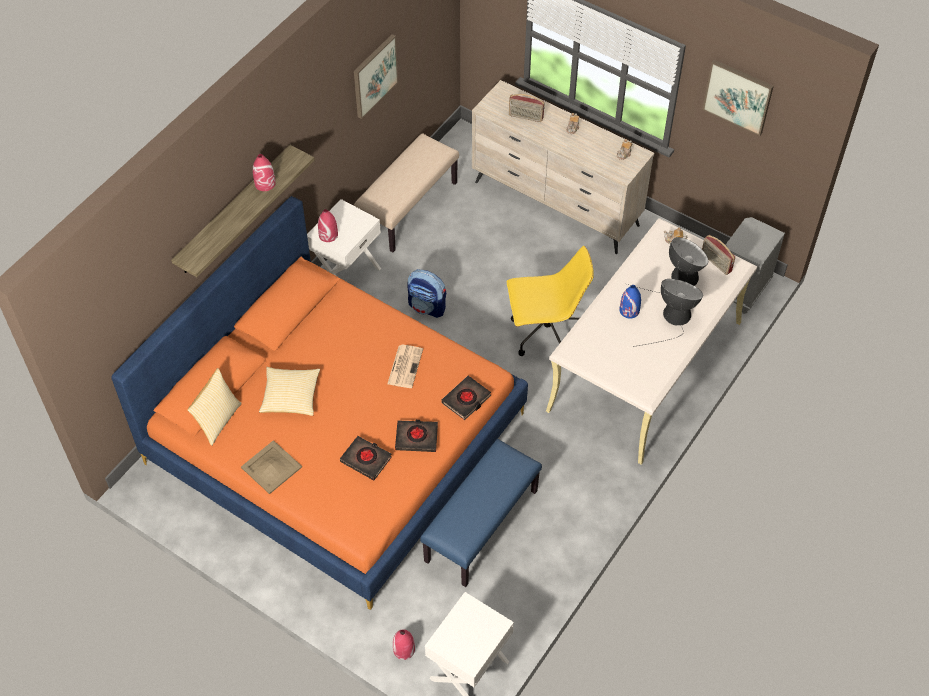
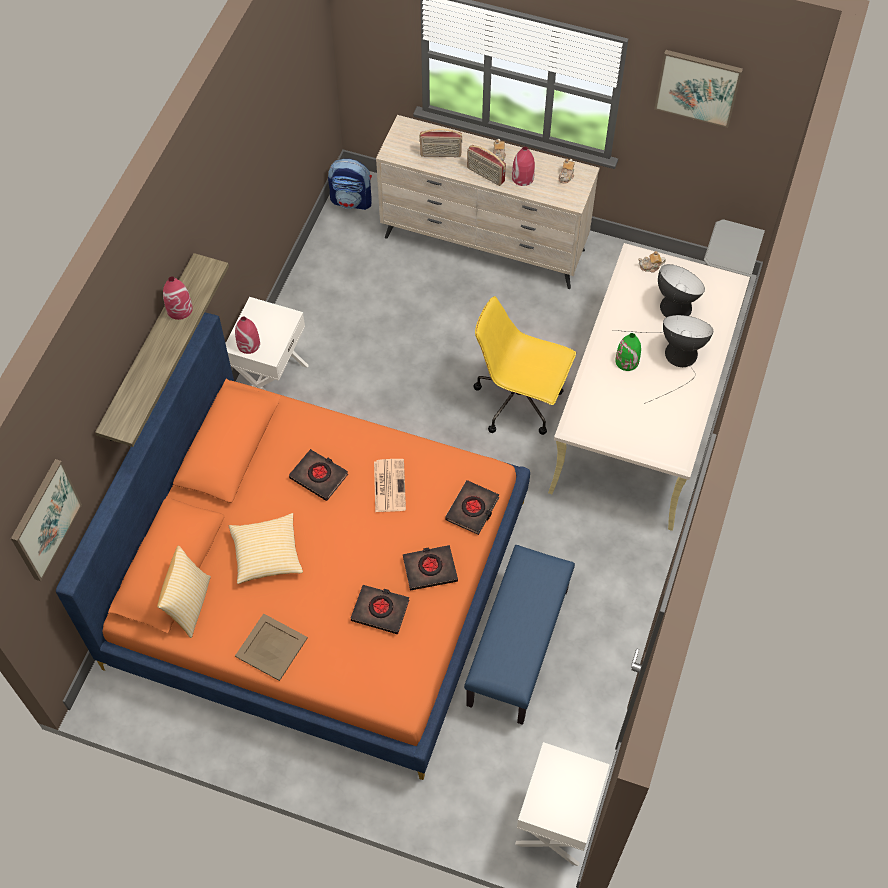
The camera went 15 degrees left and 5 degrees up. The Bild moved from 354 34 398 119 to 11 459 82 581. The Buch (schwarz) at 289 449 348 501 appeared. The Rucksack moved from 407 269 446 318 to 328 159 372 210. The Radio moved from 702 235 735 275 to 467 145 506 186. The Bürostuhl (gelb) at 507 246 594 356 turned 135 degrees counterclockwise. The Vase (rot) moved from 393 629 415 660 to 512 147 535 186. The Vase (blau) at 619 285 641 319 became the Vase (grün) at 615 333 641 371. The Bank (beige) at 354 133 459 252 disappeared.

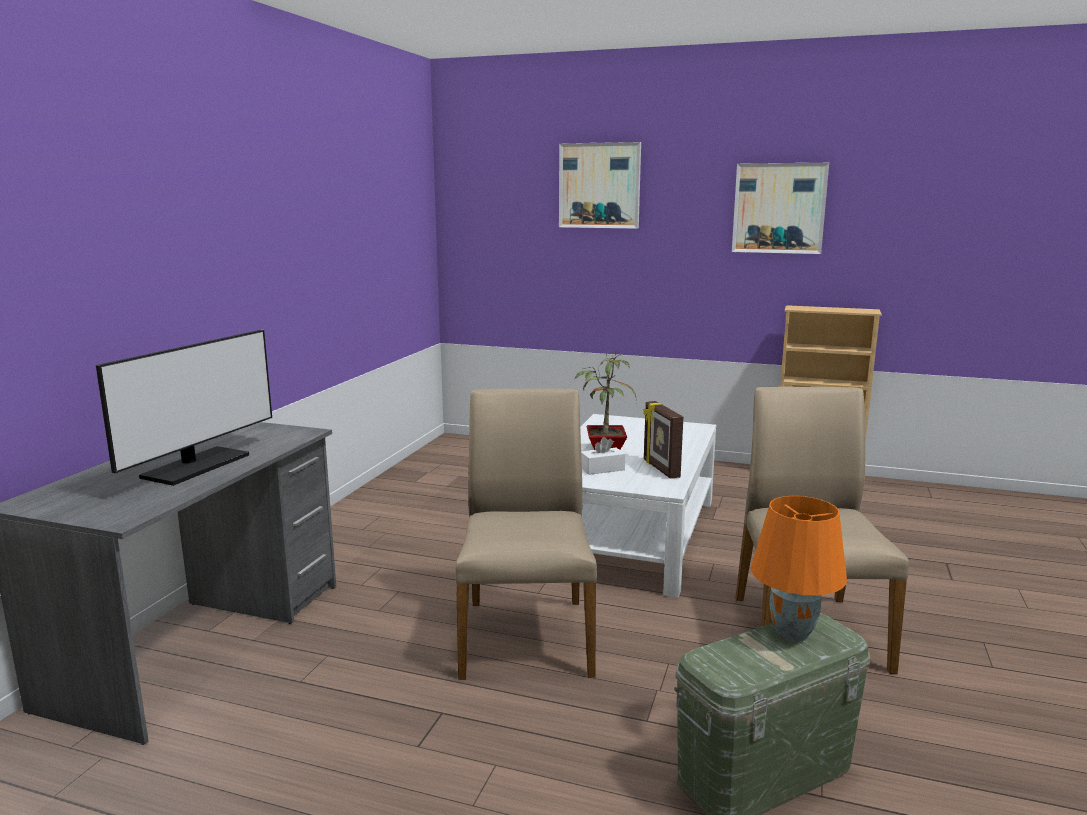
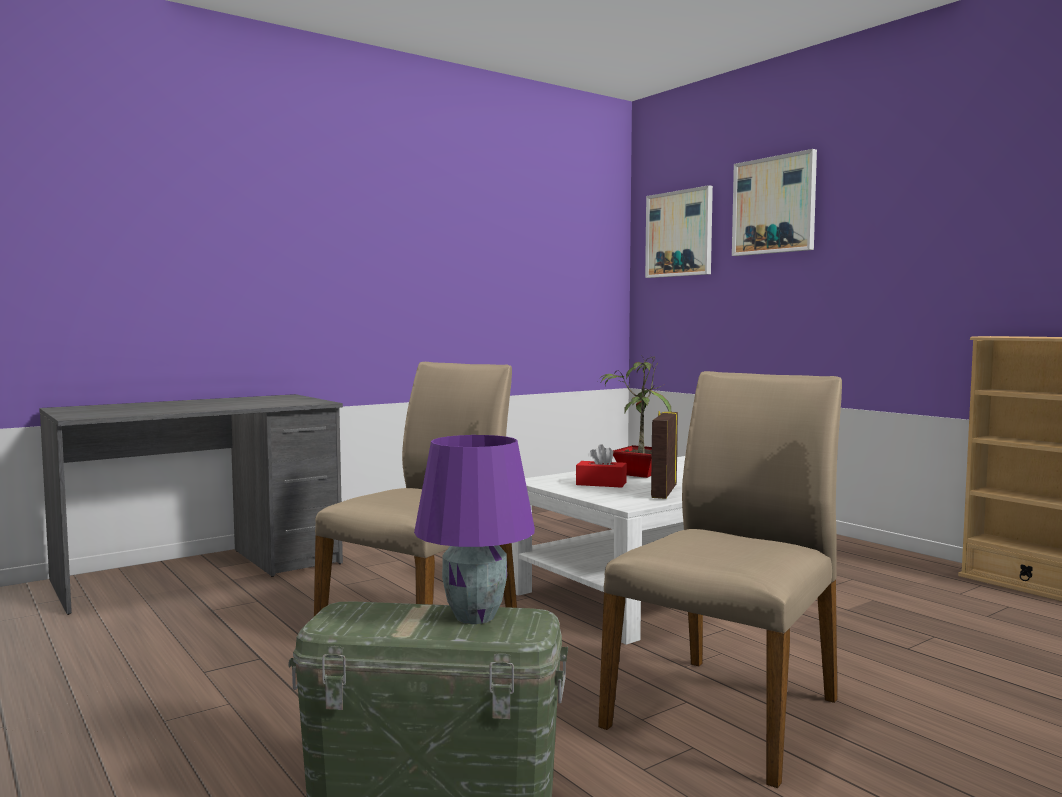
The camera went 35 degrees right and 10 degrees down. The Tischlampe (orange) at 750 496 847 642 became the Tischlampe (lila) at 414 435 535 624. The Taschentuchbox (weiß) at 581 437 625 475 became the Taschentuchbox (rot) at 576 444 627 488. The Bild moved from 732 163 829 254 to 645 185 713 278. The Monitor at 96 330 272 486 disappeared.

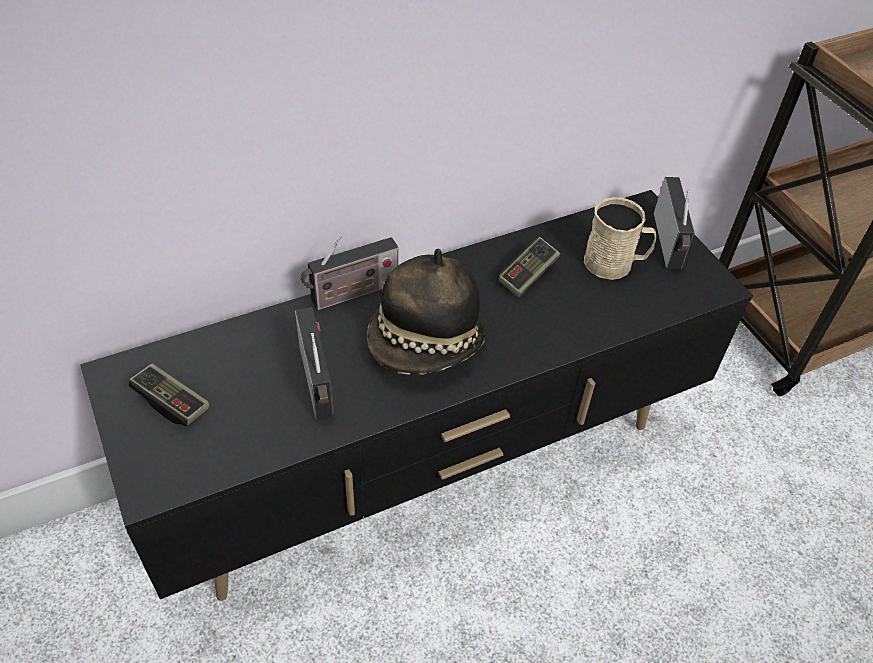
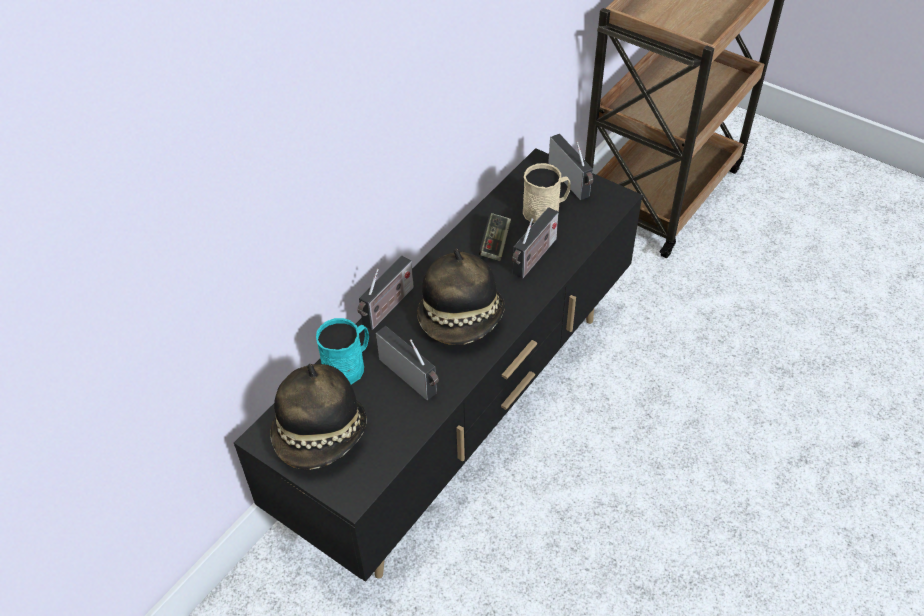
The camera went 25 degrees left and 0 degrees up. The Gamepad at 128 363 209 426 was replaced by the Hut at 270 364 367 470. The Henkelbecher (türkis) at 316 318 369 385 appeared. The Radio at 512 207 559 279 appeared.

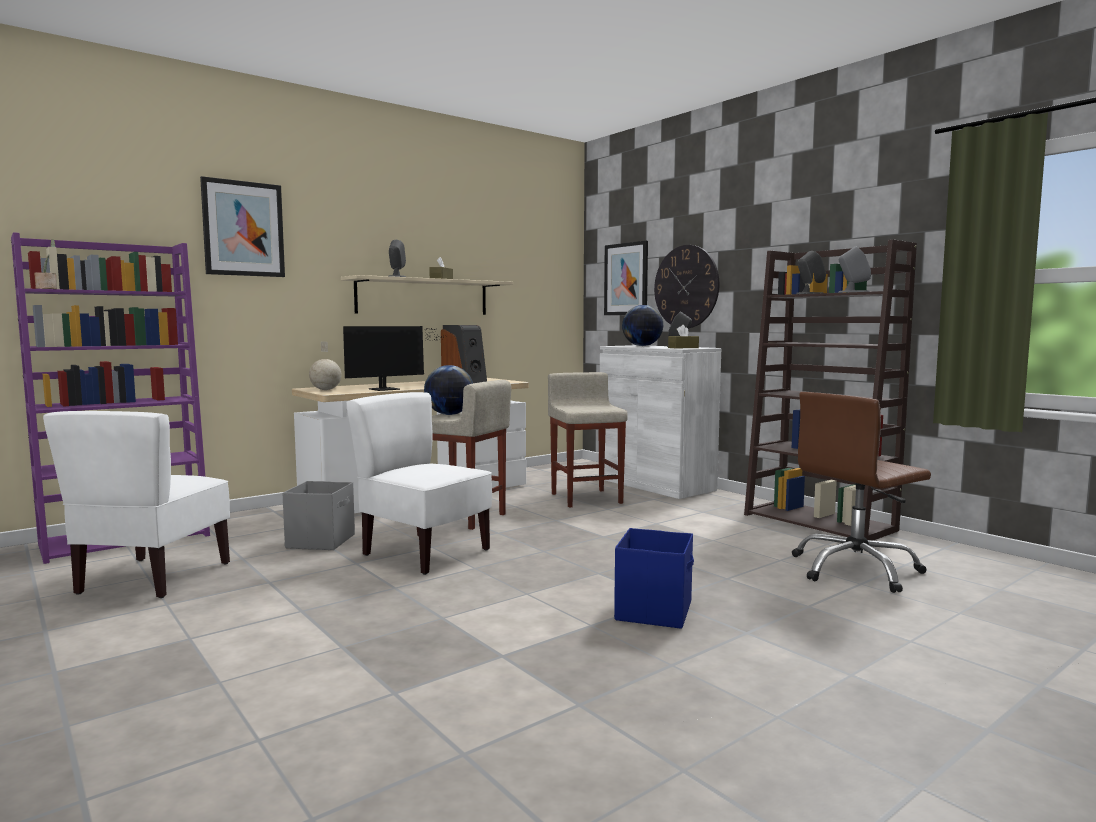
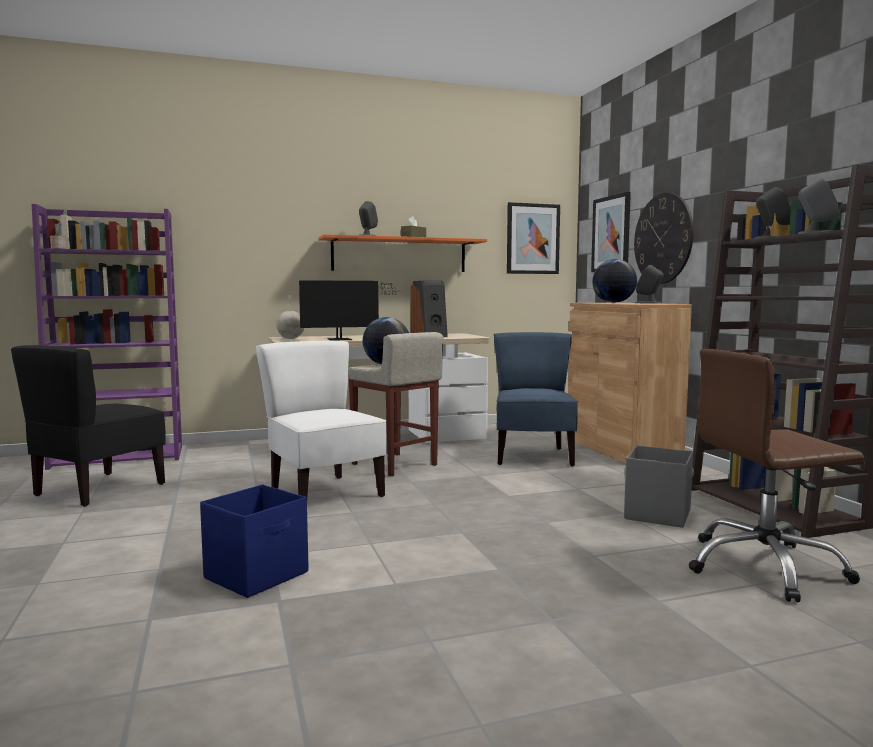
The camera went 20 degrees right and 0 degrees up. The Stuhl (weiß) at 43 411 230 598 became the Stuhl (schwarz) at 11 345 166 507. The Aufbewahrungsbox (blau) moved from 614 528 694 629 to 200 485 309 598. The Wandregal (beige) at 341 275 514 315 became the Wandregal (orange) at 318 234 487 272. The Hocker (beige) at 548 372 628 508 was replaced by the Stuhl (blau) at 494 332 578 467. The Bild moved from 200 176 285 277 to 507 202 560 274. The Schrank (weiß) at 600 345 721 499 became the Schrank (braun) at 568 303 692 464. The Aufbewahrungsbox (grau) moved from 282 481 355 550 to 624 445 694 528. The Taschentuchbox (braun) at 668 325 699 348 disappeared.

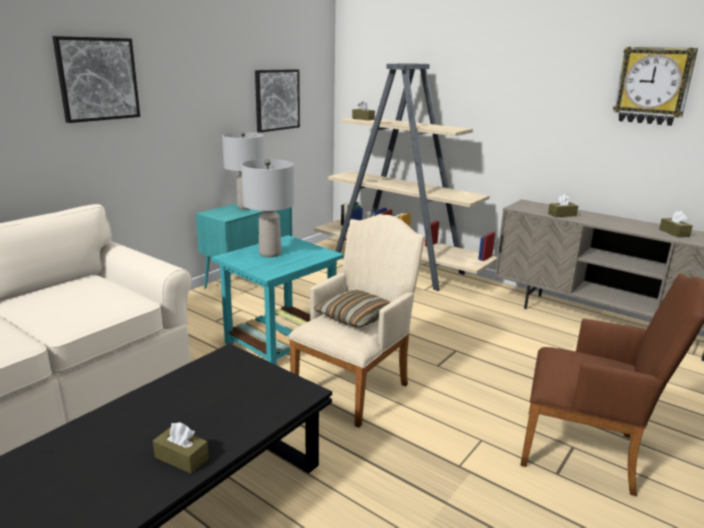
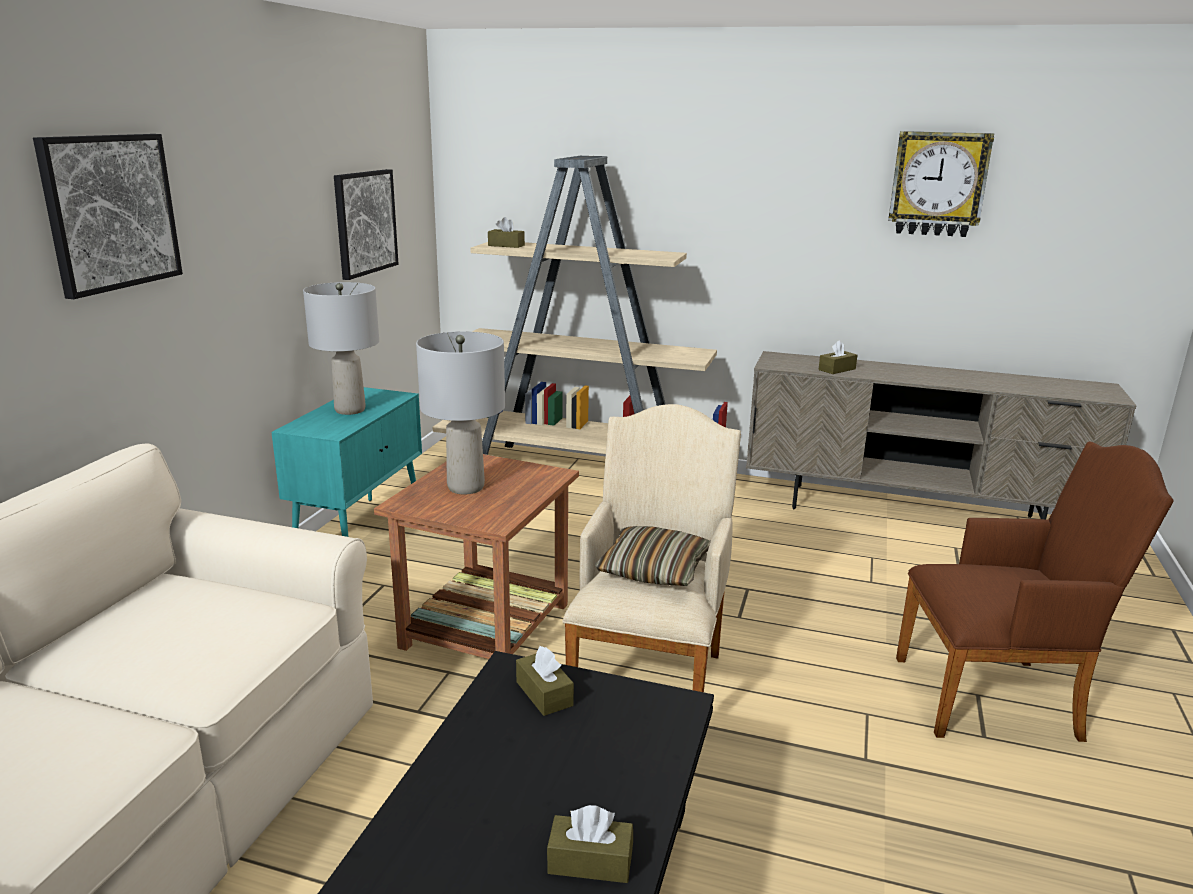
The camera went 20 degrees left and 0 degrees up. The Beistelltisch (türkis) at 211 235 344 365 became the Beistelltisch (braun) at 374 454 579 659. The Taschentuchbox (braun) moved from 659 211 693 237 to 516 646 574 716.

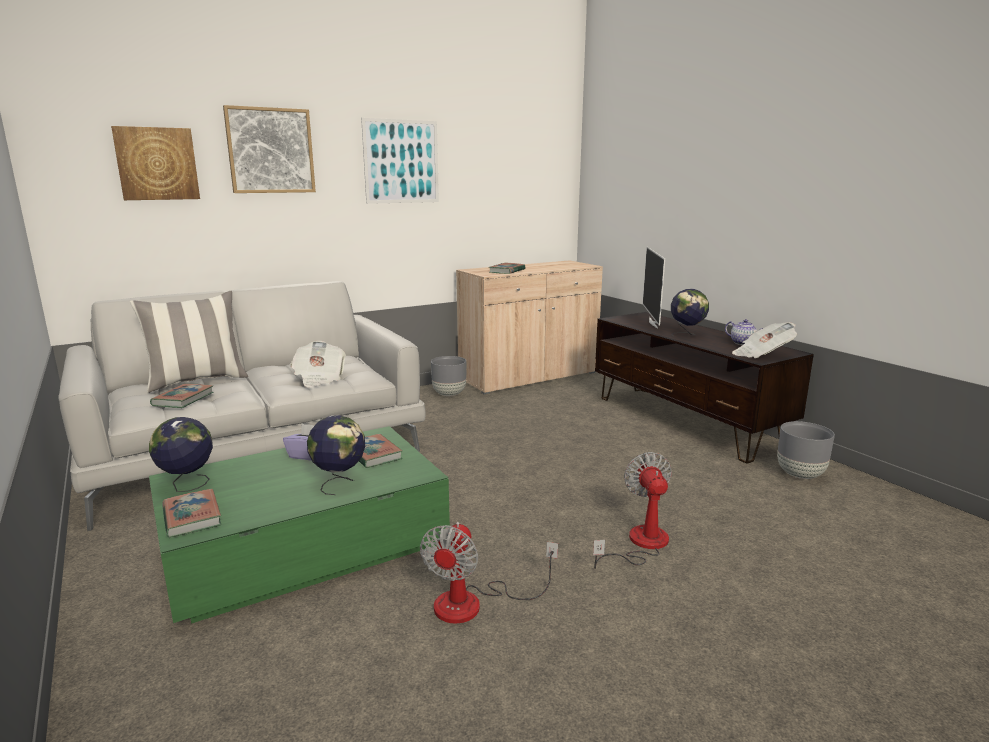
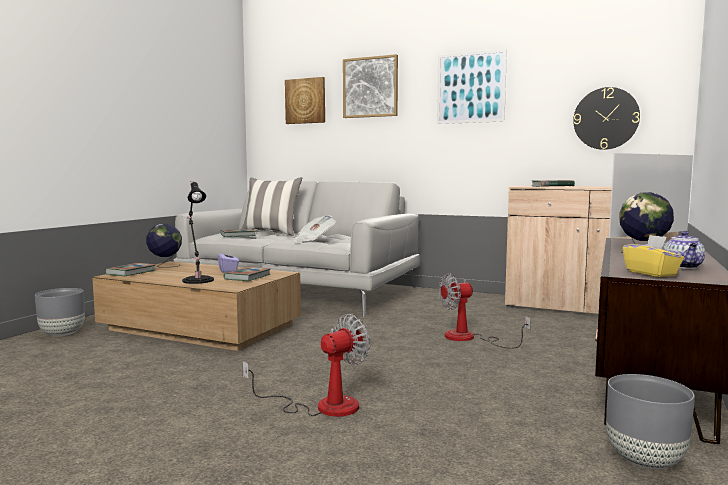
The camera went 55 degrees right and 10 degrees down. The Pflanzkübel (grau) moved from 431 356 466 396 to 35 288 85 336. The Couchtisch (grün) at 149 426 450 623 became the Couchtisch (braun) at 92 261 301 351. The Globus at 307 415 365 495 was replaced by the Tischlampe (schwarz) at 182 181 214 284. The Ventilator moved from 420 522 558 624 to 439 273 531 349. The Wanduhr at 573 87 640 150 appeared. The Zeitung at 732 322 797 358 was replaced by the Taschentuchbox (gelb) at 623 235 684 277.

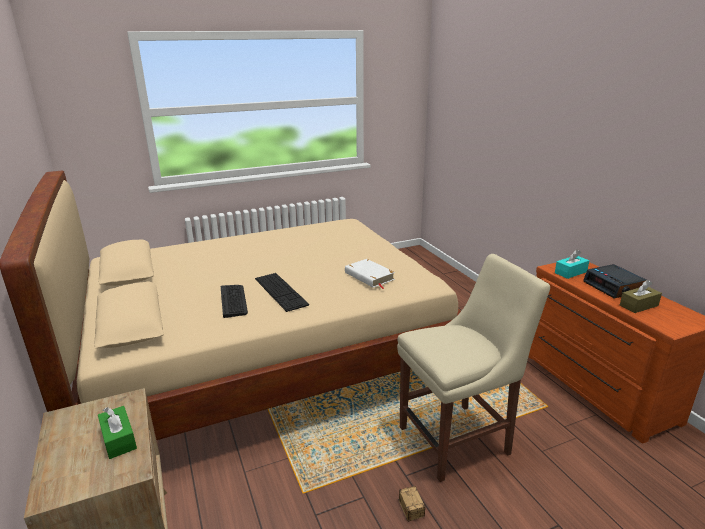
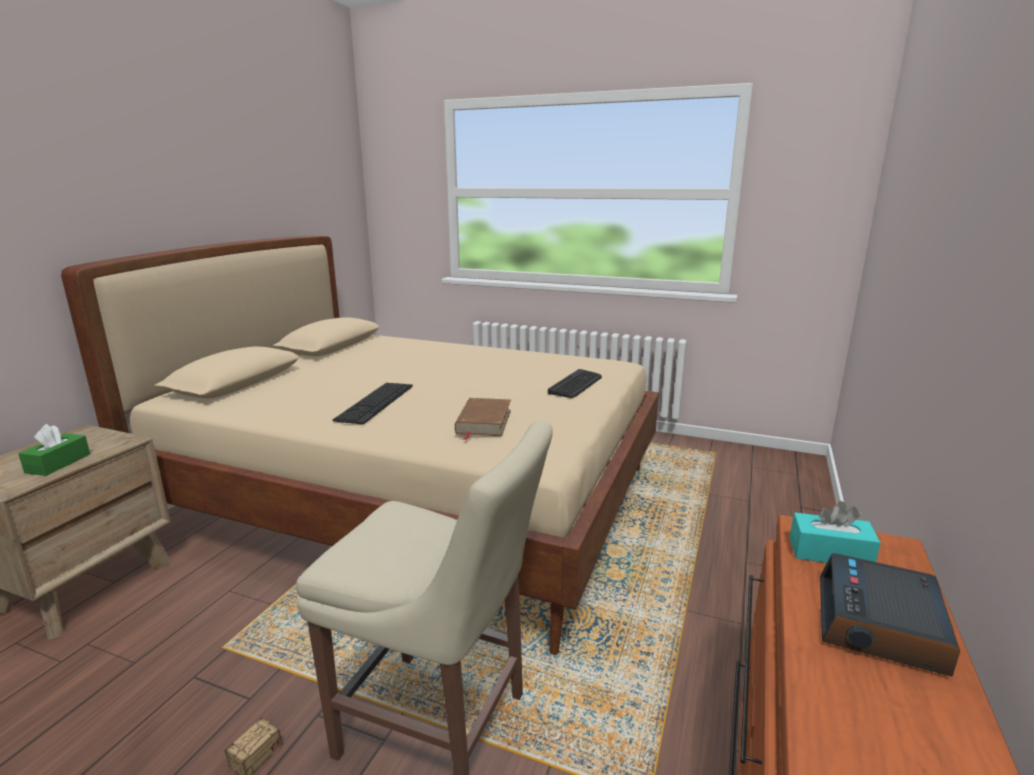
The camera went 45 degrees right and 5 degrees down. The Buch (weiß) at 345 259 395 289 became the Buch (braun) at 455 398 511 440. The Tastatur moved from 221 285 248 318 to 548 369 602 398. The Taschentuchbox (braun) at 620 280 662 313 disappeared.

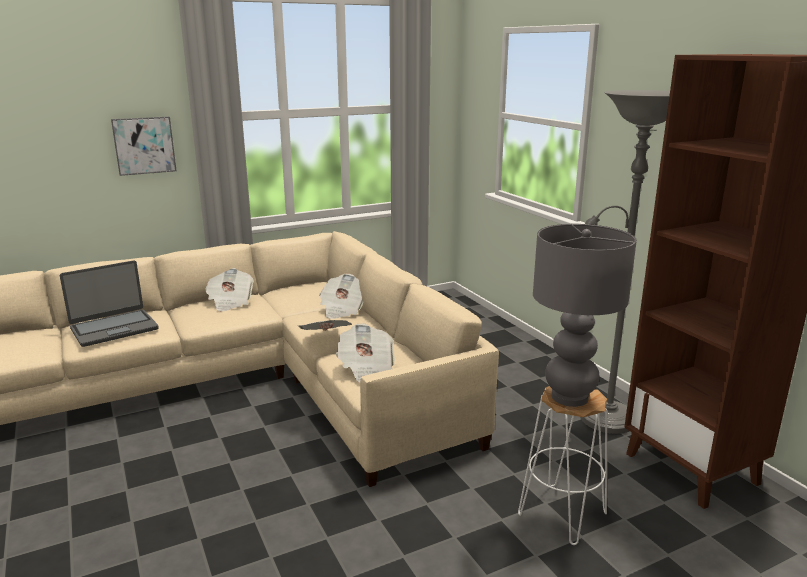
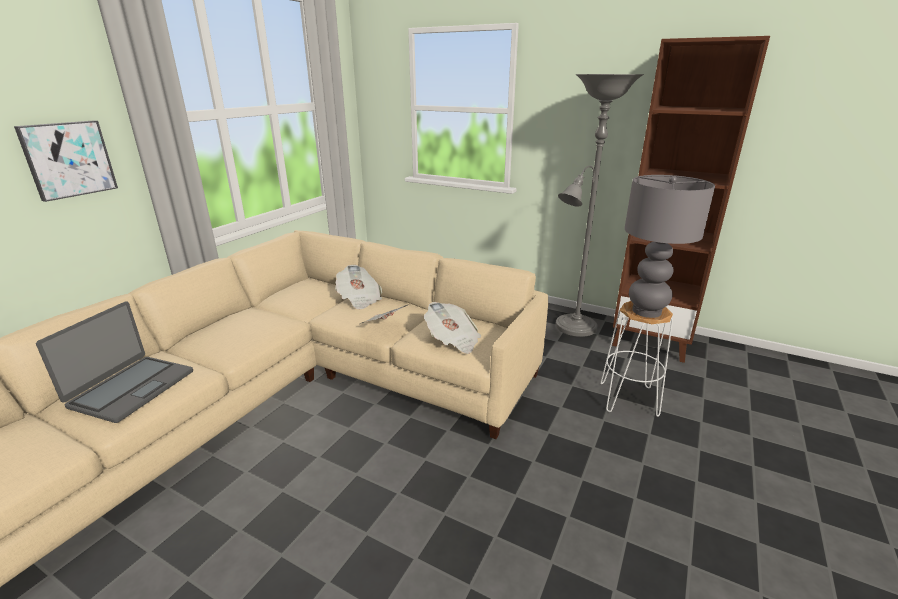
The camera went 35 degrees left and 5 degrees up. The Zeitung at 205 268 254 311 disappeared.

